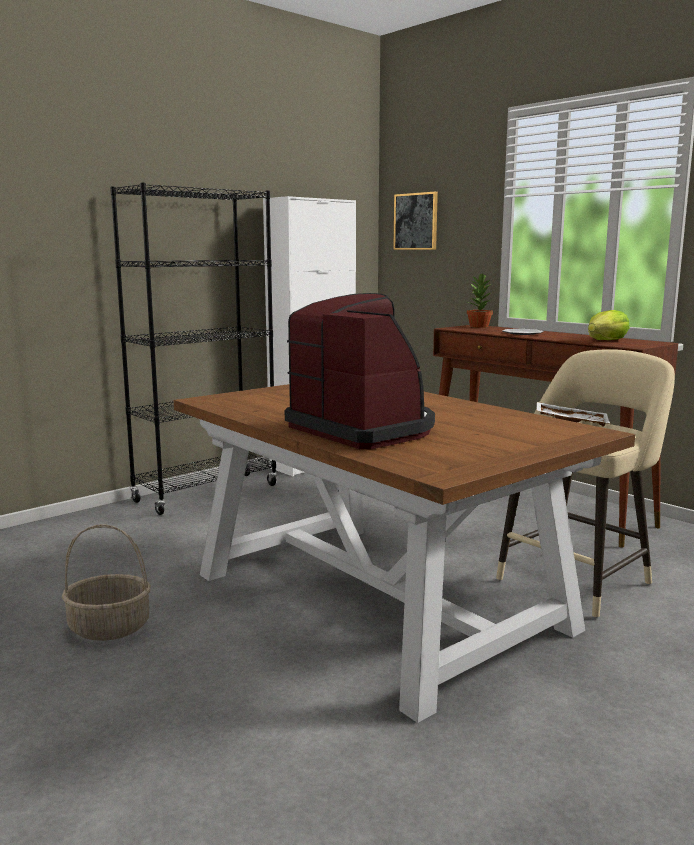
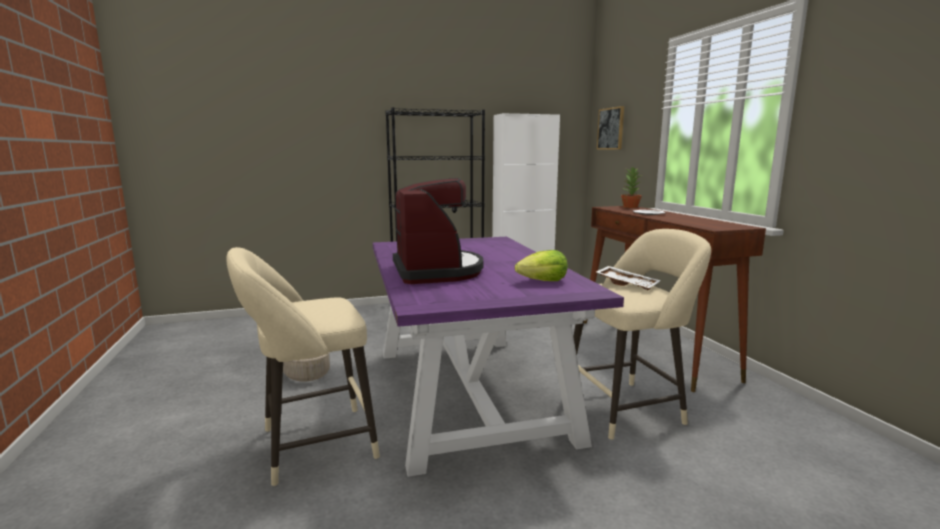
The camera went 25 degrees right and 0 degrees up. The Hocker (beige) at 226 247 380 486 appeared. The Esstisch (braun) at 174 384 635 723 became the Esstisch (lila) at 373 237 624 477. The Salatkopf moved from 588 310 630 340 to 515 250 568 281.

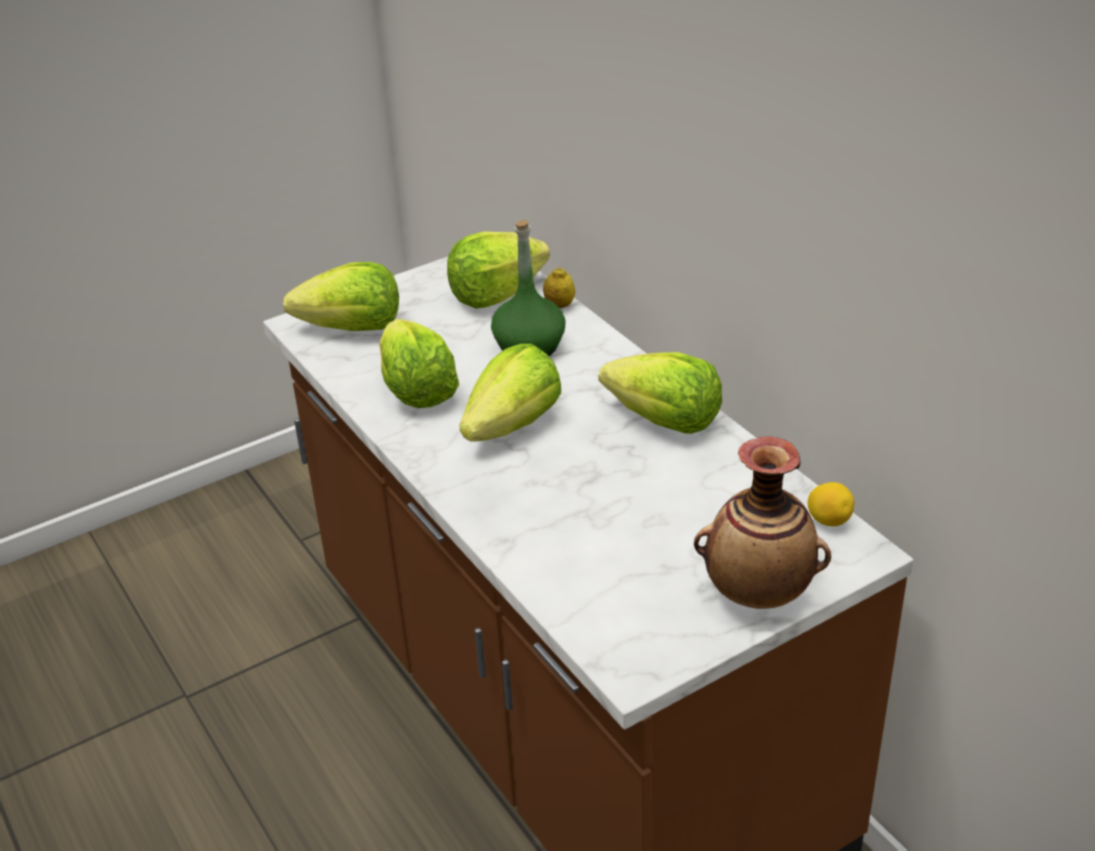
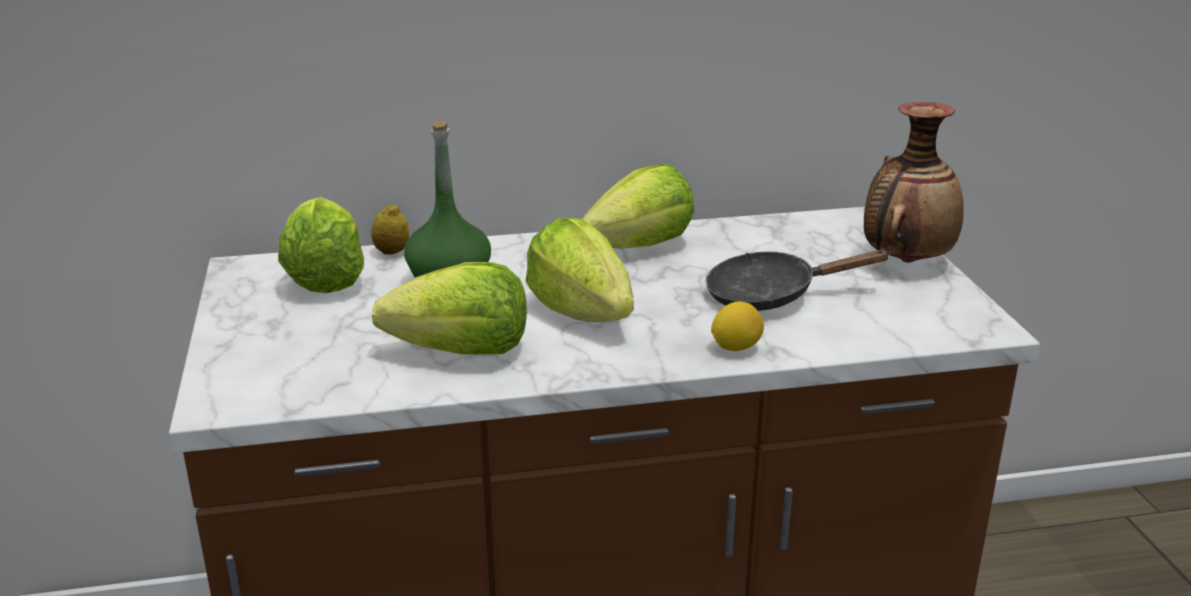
The camera went 70 degrees left and 10 degrees down. The Pfanne (schwarz) at 705 250 891 311 appeared. The Zitrone moved from 807 482 854 527 to 711 302 764 351. The Salatkopf at 284 262 399 331 disappeared.

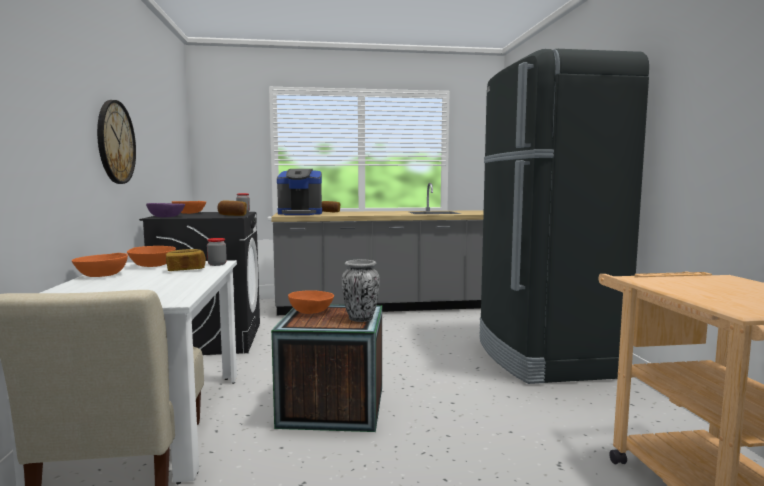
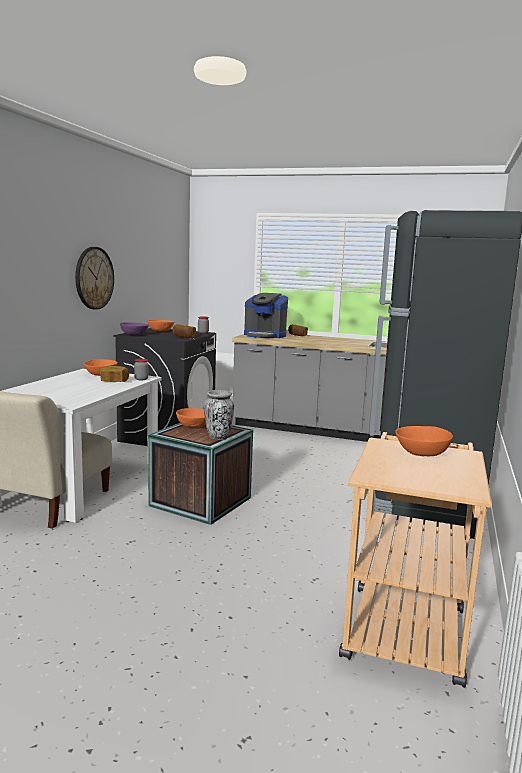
The camera went 25 degrees right and 5 degrees up. The Schüssel (orange) moved from 72 253 128 277 to 395 426 453 456.

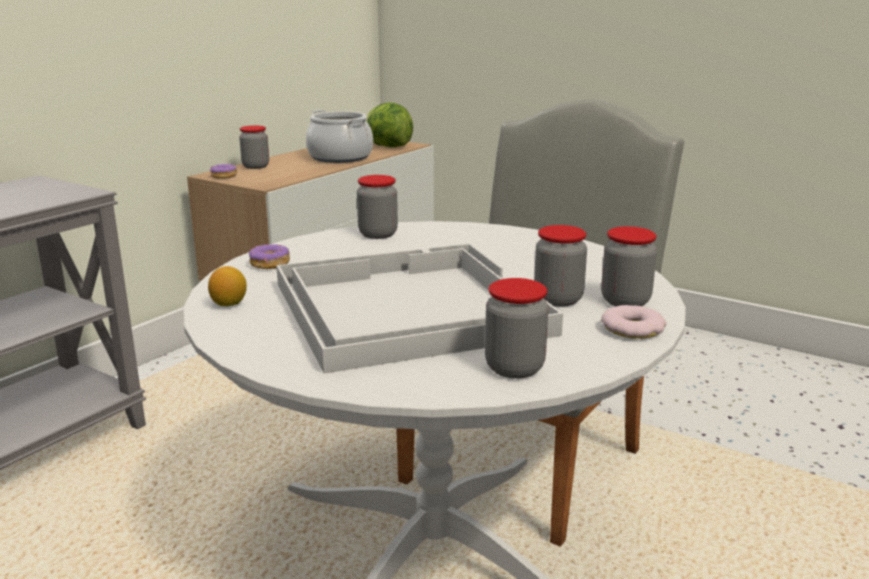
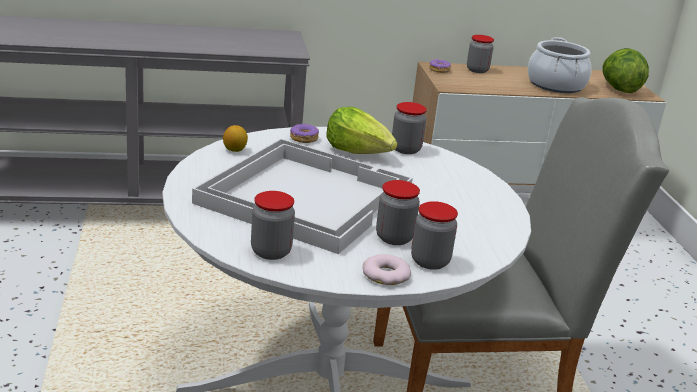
The camera went 45 degrees right and 5 degrees up. The Salatkopf at 326 107 398 154 appeared.

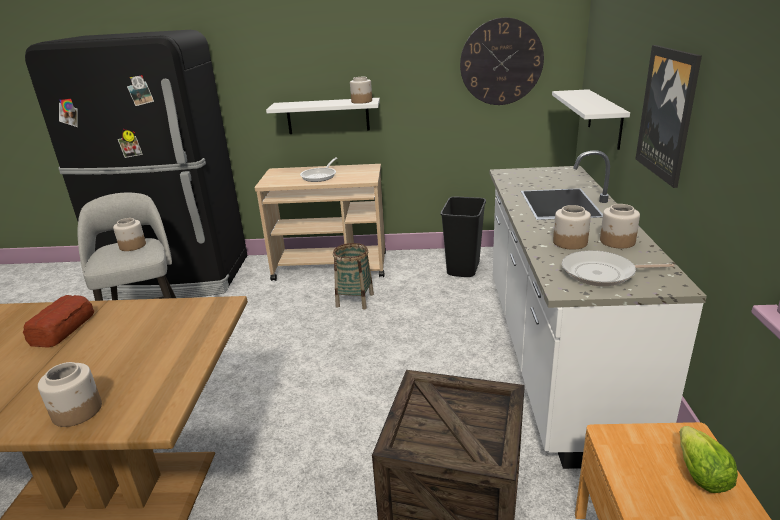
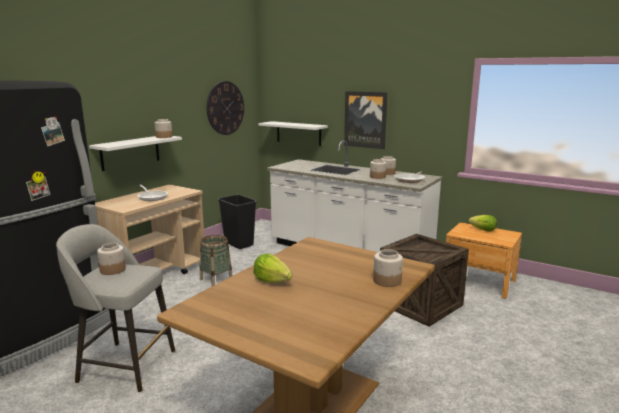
The camera went 60 degrees left and 10 degrees down. The Brot at 23 295 94 348 was replaced by the Salatkopf at 253 253 293 283.

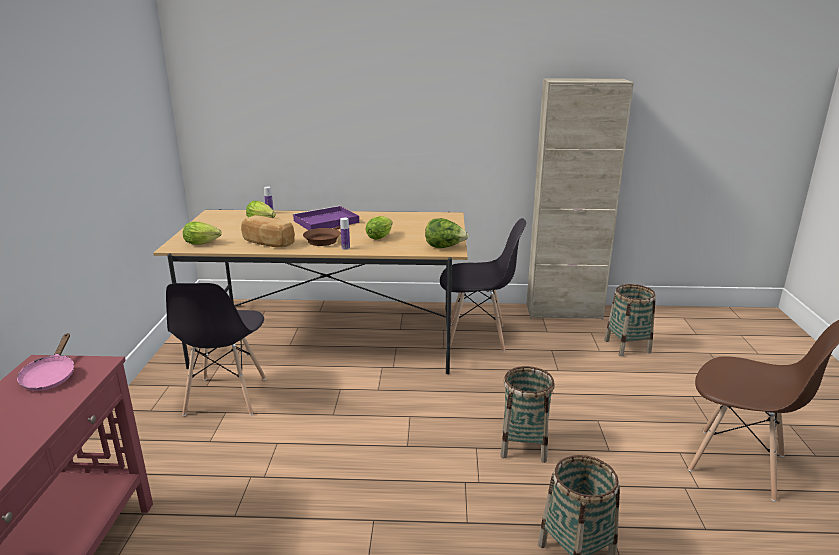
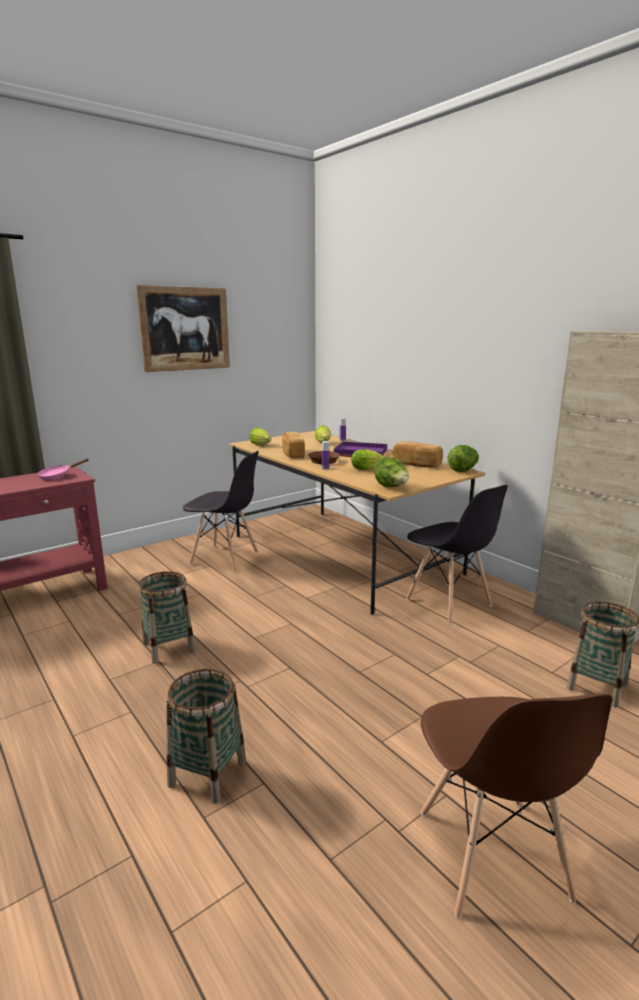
The camera went 50 degrees right and 5 degrees down. The Bild at 136 285 230 372 appeared. The Korb moved from 500 366 555 463 to 138 571 195 664. The Stuhl (grau) at 166 283 266 416 turned 120 degrees counterclockwise. The Brot at 392 441 443 468 appeared. The Salatkopf at 448 445 479 472 appeared.

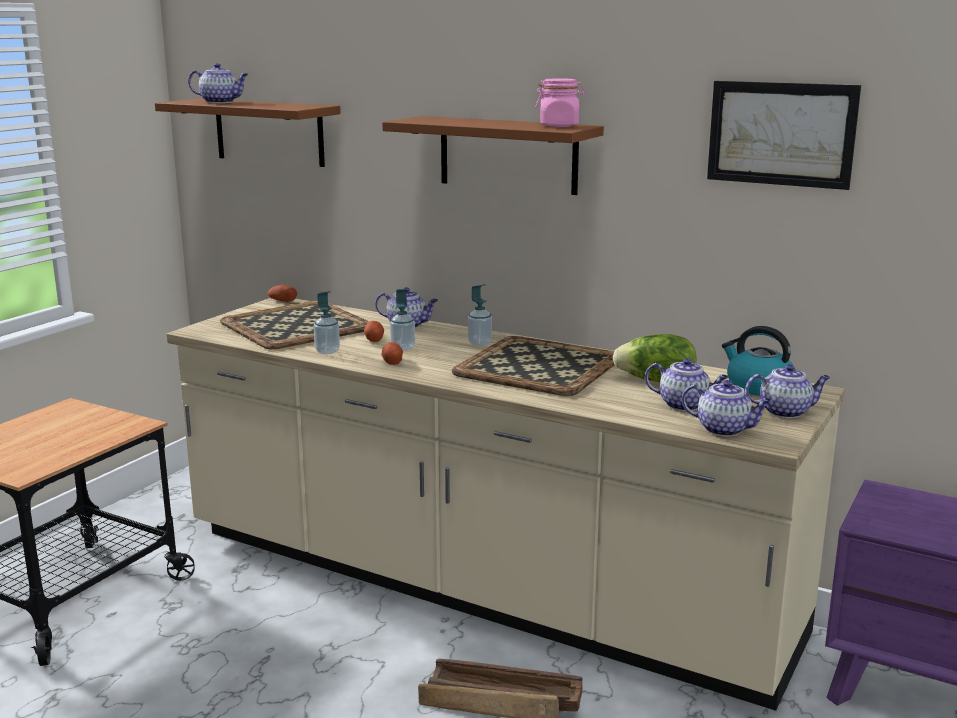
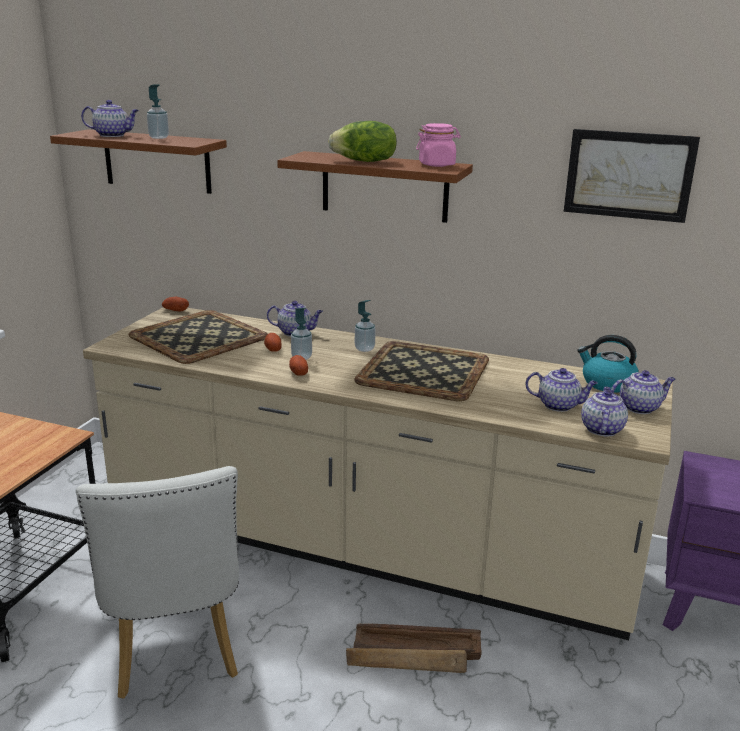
The camera went 10 degrees left and 5 degrees up. The Stuhl (weiß) at 76 466 239 699 appeared. The Seifenspender moved from 314 291 340 354 to 147 84 169 139. The Salatkopf moved from 613 334 697 382 to 328 121 397 162. The Teekanne at 682 380 772 436 turned 90 degrees counterclockwise.

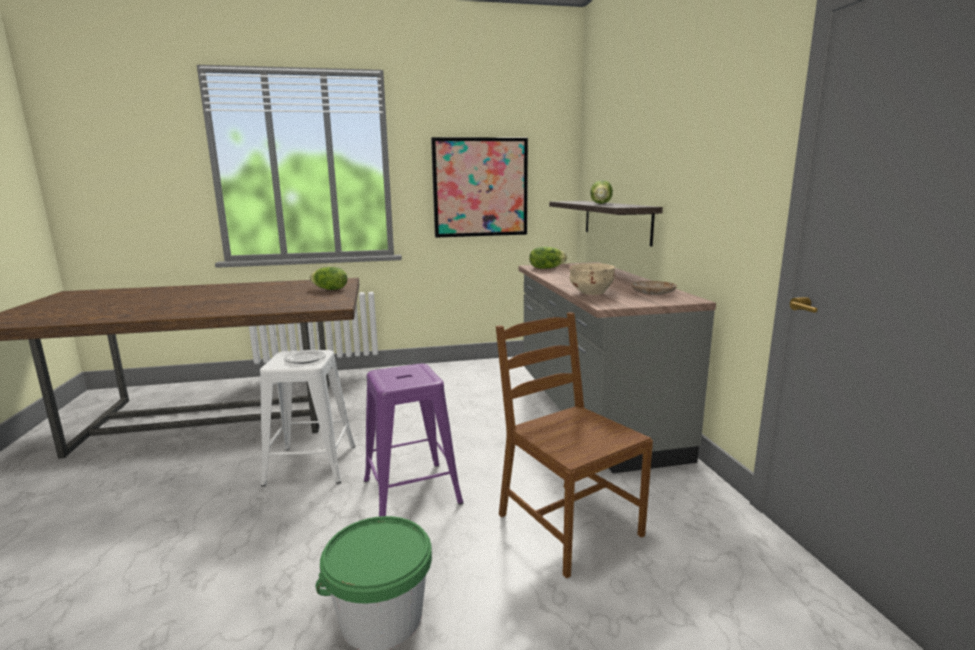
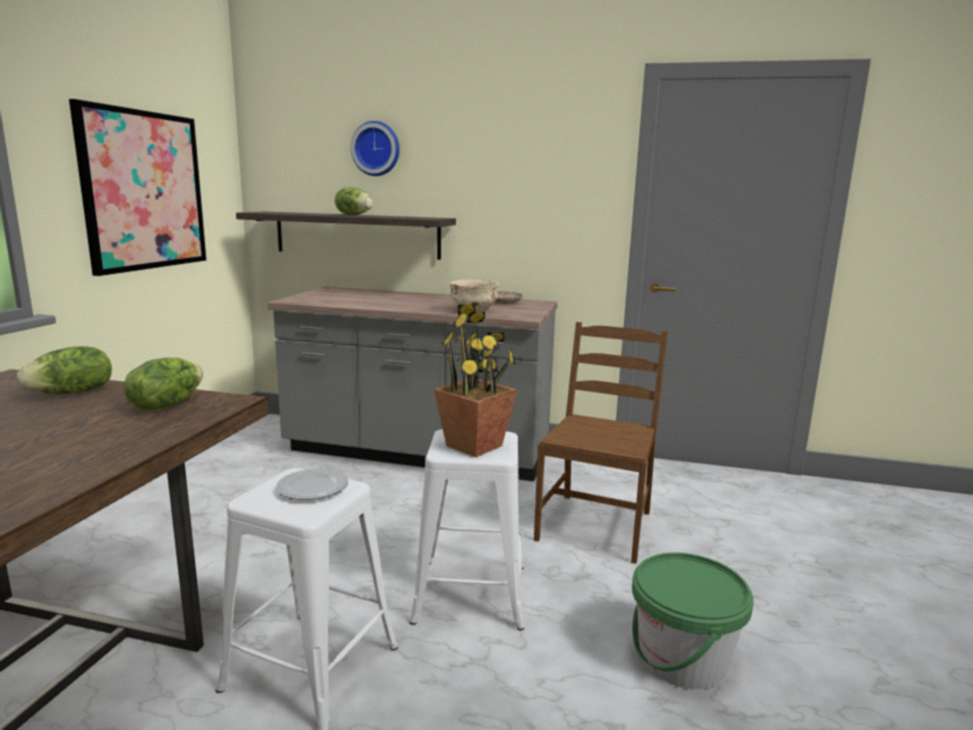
The camera went 65 degrees left and 0 degrees up. The Salatkopf moved from 529 247 567 269 to 123 358 203 410. The Wanduhr at 351 121 400 176 appeared. The Hocker (lila) at 364 364 463 517 became the Hocker (weiß) at 409 429 524 631. The Topfpflanze at 434 305 517 457 appeared. The Stuhl (braun) at 496 312 653 578 turned 120 degrees clockwise.

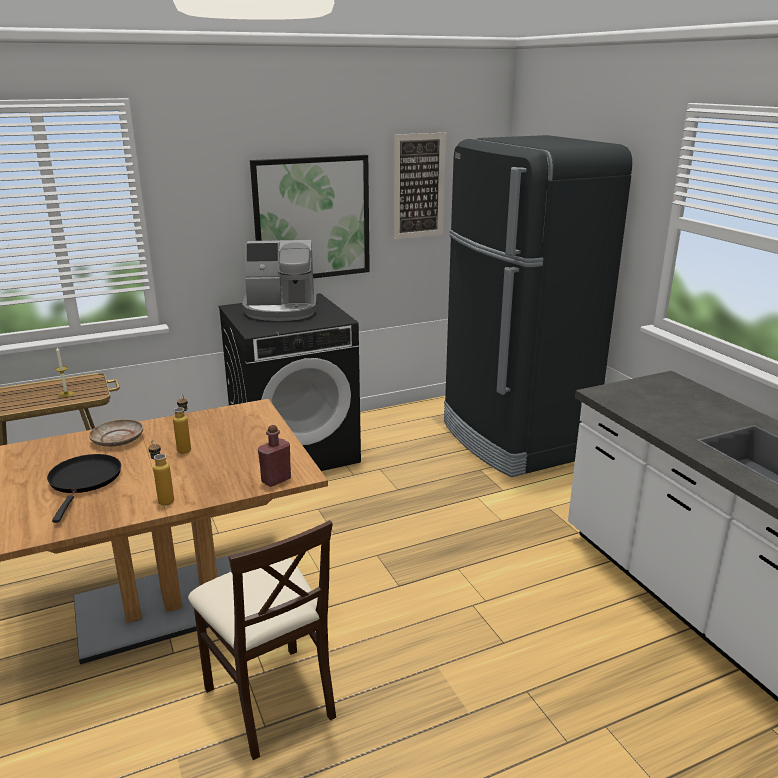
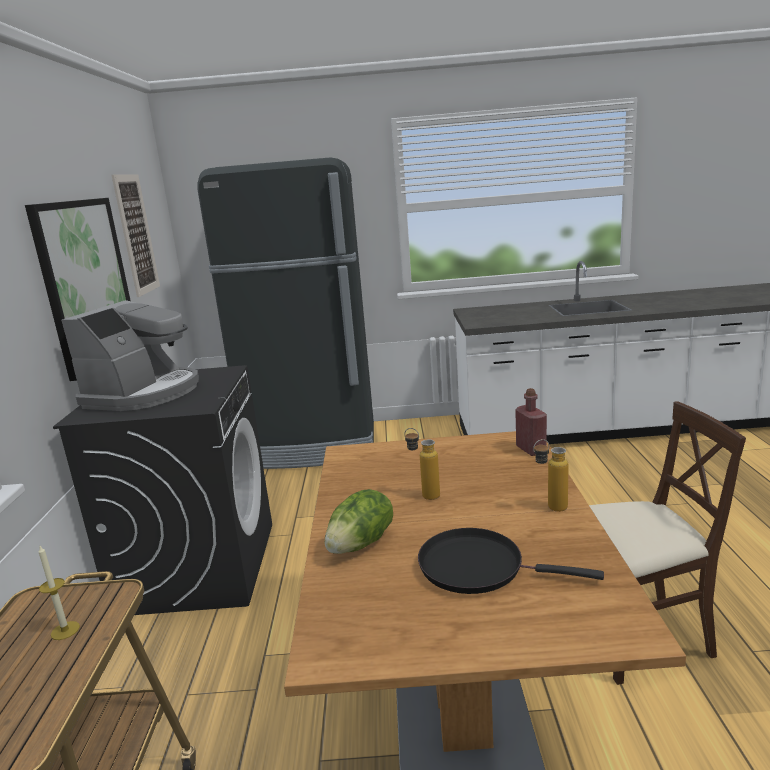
The camera went 65 degrees left and 5 degrees down. The Teller (beige) at 89 419 143 447 was replaced by the Salatkopf at 325 489 393 554.

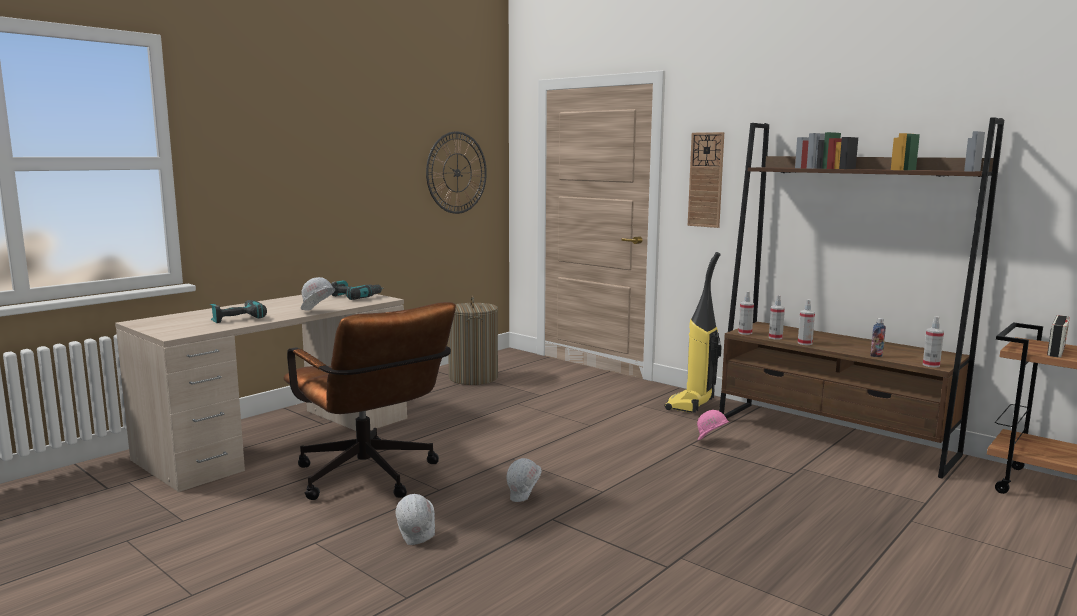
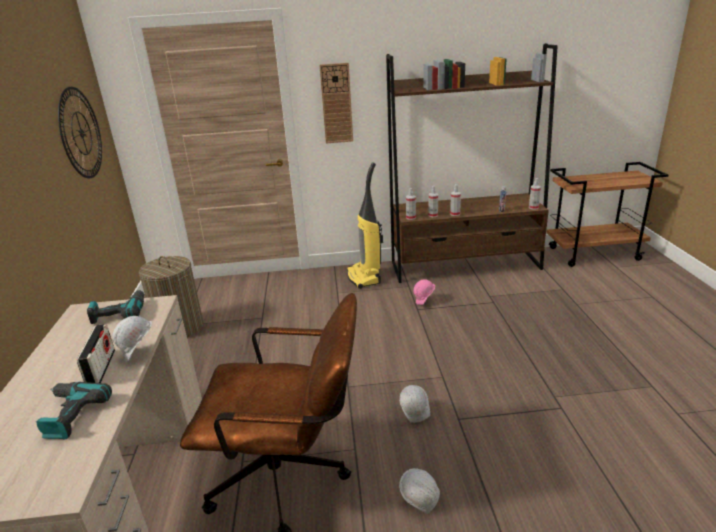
The camera went 45 degrees left and 15 degrees up. The Radio moved from 1047 315 1070 358 to 77 324 115 383.

